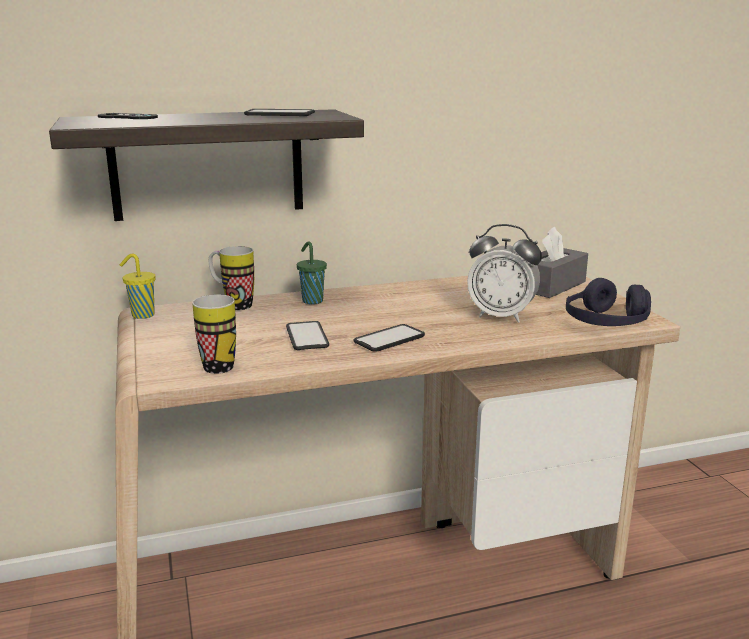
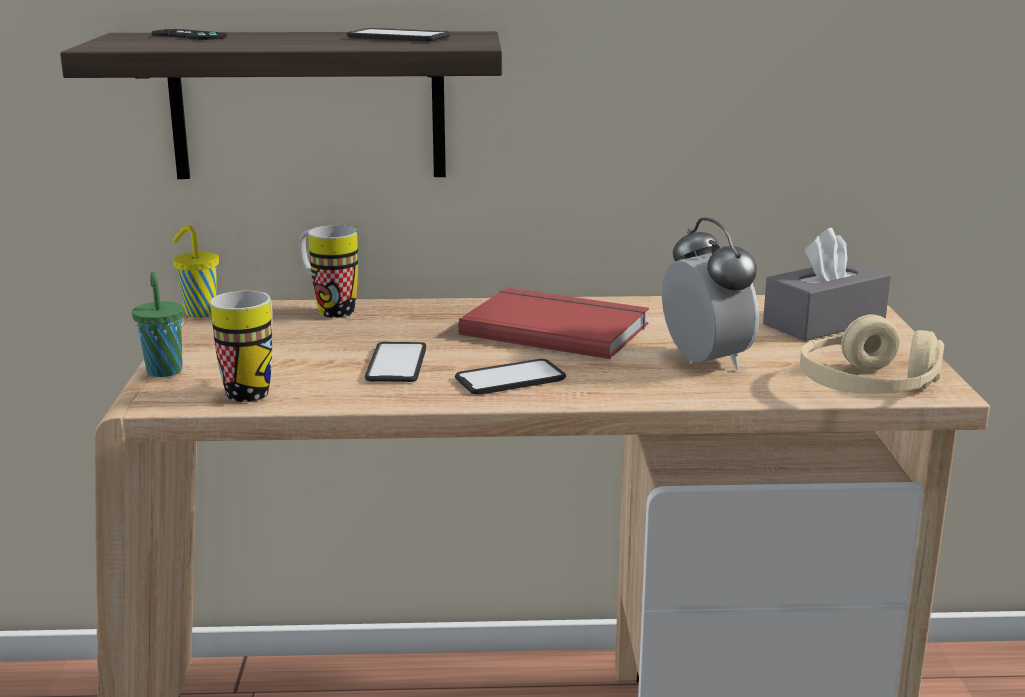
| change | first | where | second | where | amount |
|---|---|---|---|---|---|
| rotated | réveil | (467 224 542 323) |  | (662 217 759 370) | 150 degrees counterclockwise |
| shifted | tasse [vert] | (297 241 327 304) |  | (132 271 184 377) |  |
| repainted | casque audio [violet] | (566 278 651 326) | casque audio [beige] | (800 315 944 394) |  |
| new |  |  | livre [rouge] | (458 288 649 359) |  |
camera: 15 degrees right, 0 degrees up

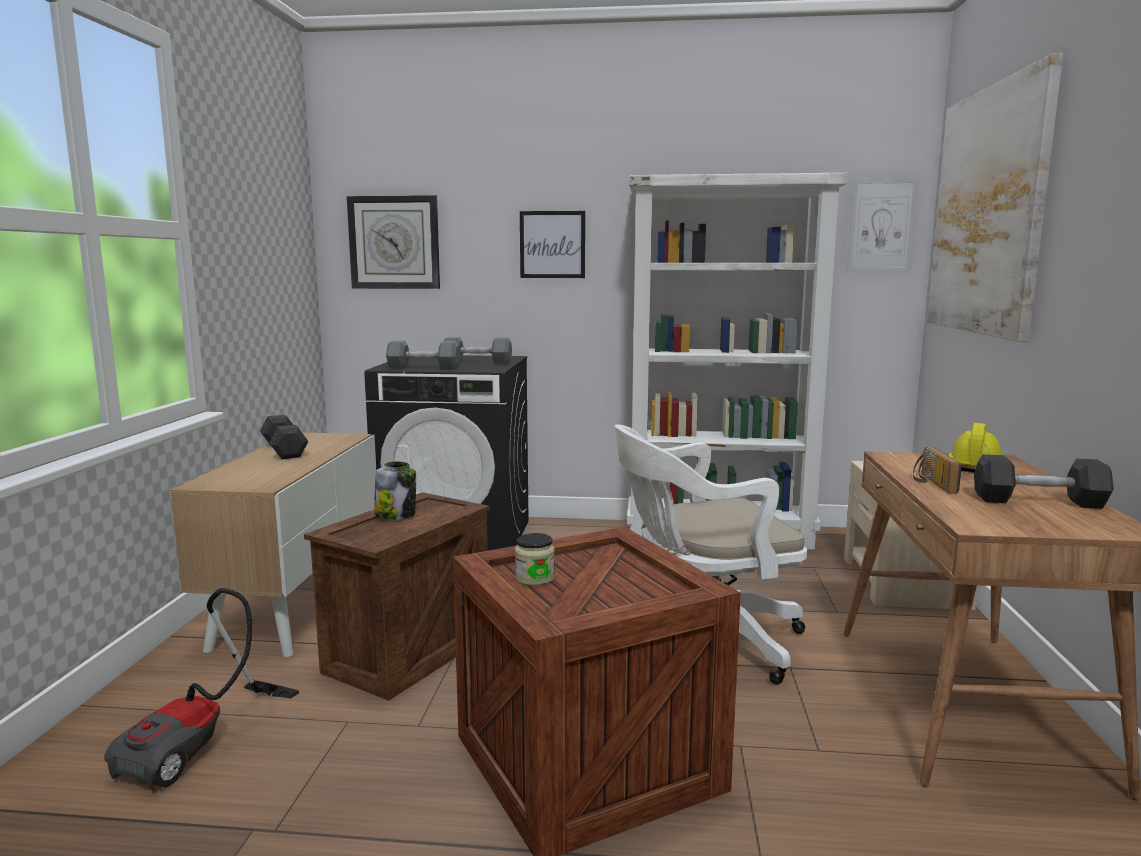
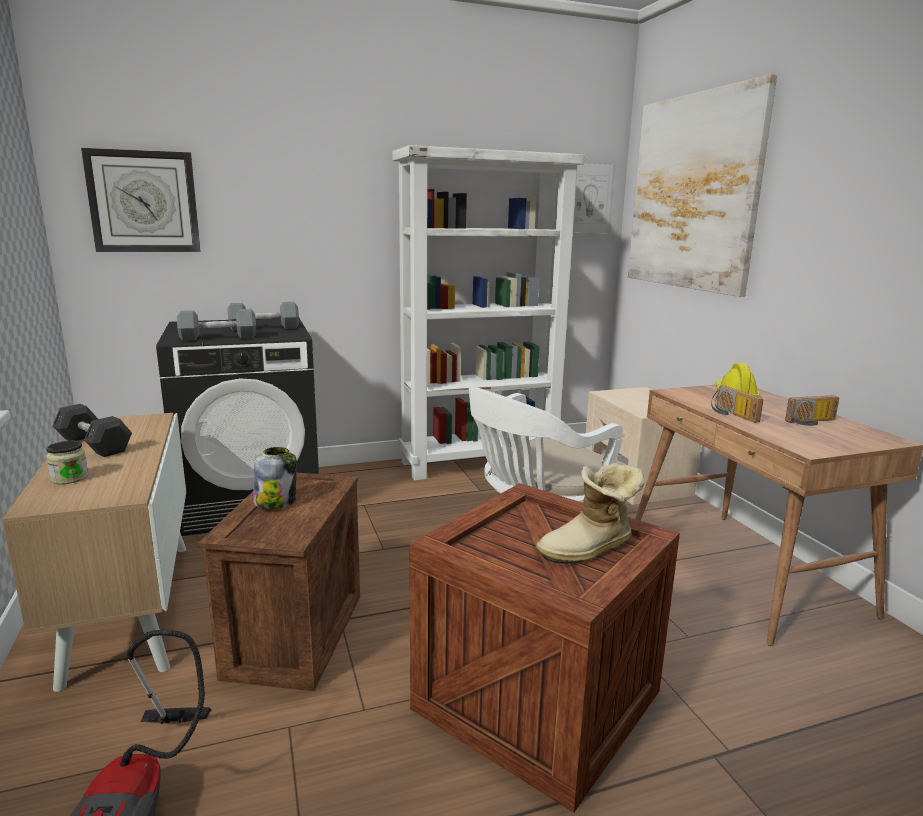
| change | first | where | second | where | amount |
|---|---|---|---|---|---|
| gone | tableau | (520 211 585 278) |  |  |  |
| swapped | haltère [gris] | (974 454 1114 509) | radio | (785 395 839 426) |  |
| shifted | bocal | (515 533 555 586) |  | (46 440 89 484) |  |
| new |  |  | botte | (536 463 644 564) |  |
camera: 25 degrees left, 5 degrees up

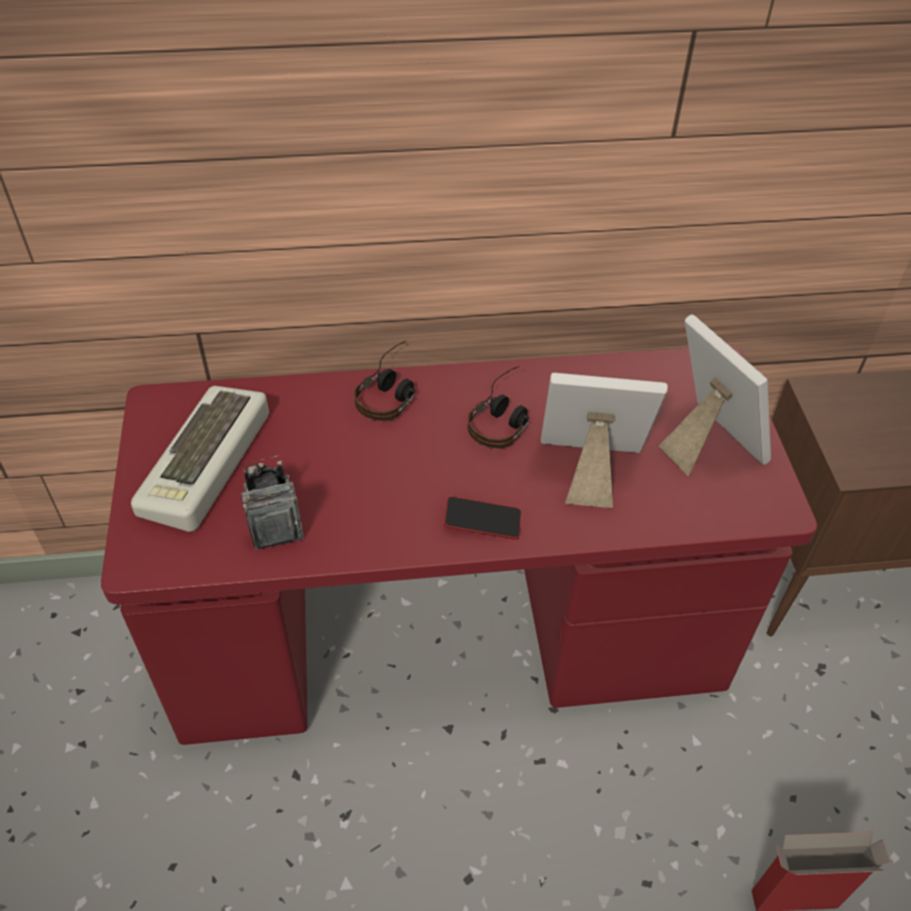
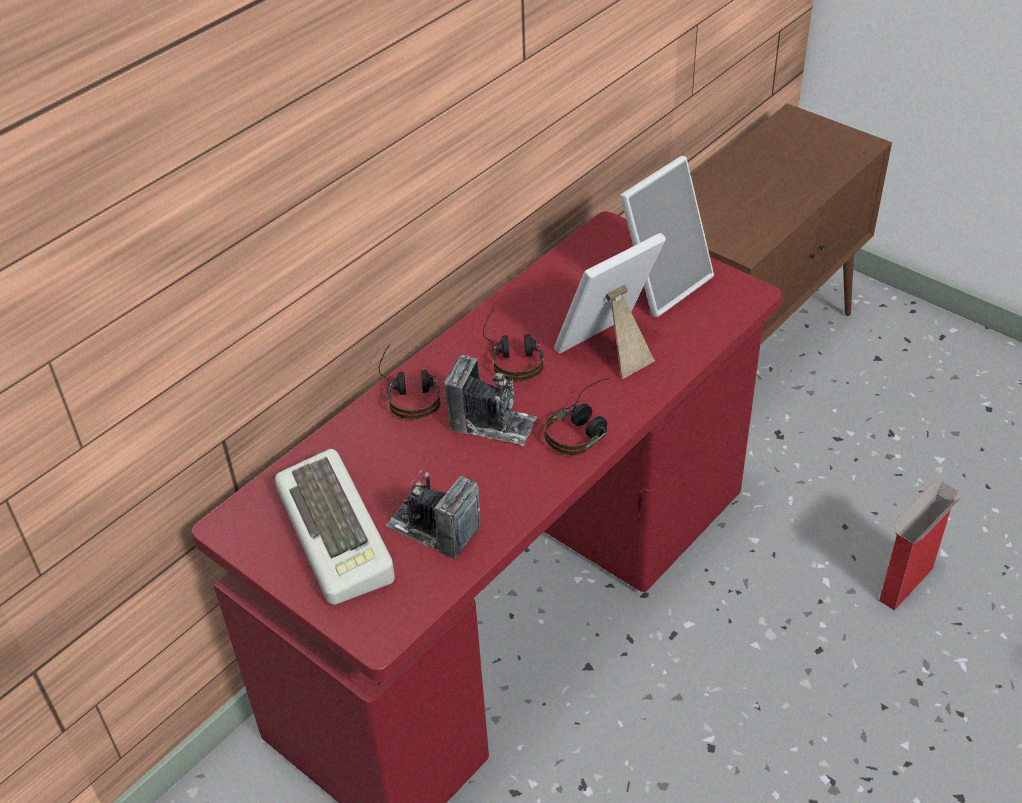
| change | first | where | second | where | amount |
|---|---|---|---|---|---|
| rotated | cadre photo | (659 314 771 476) |  | (620 156 714 317) | 120 degrees clockwise |
| swapped | téléphone | (444 496 521 540) | casque audio | (545 378 609 455) |  |
| new |  |  | appareil photo | (444 355 537 446) |  |
camera: 40 degrees left, 5 degrees down

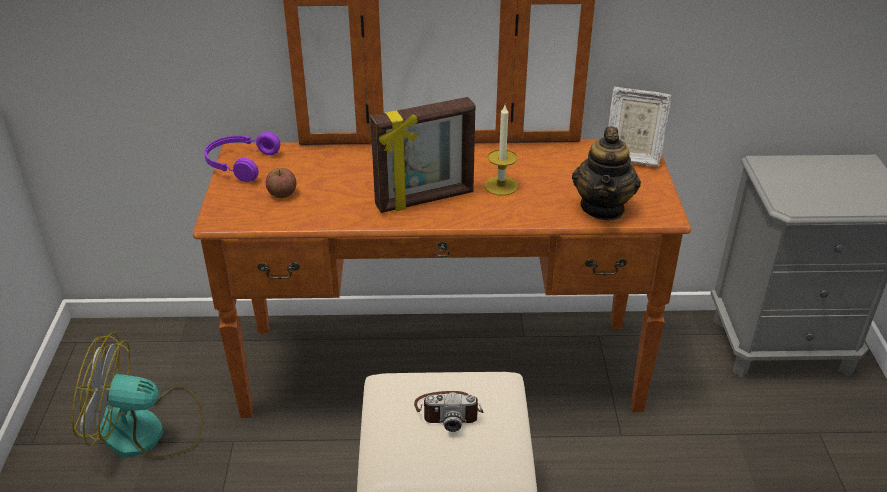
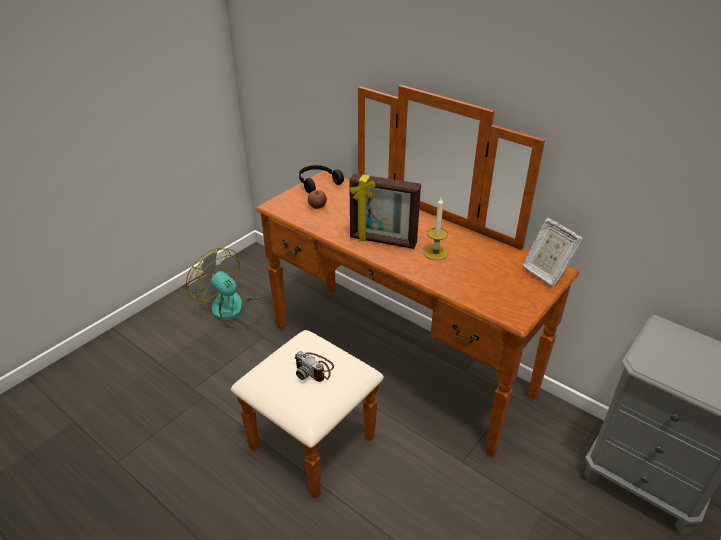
| change | first | where | second | where | amount |
|---|---|---|---|---|---|
| gone | théière | (572 126 641 220) |  |  |  |
| repainted | casque audio [violet] | (204 132 280 182) | casque audio [noir] | (299 165 344 193) |  |
camera: 40 degrees right, 0 degrees up

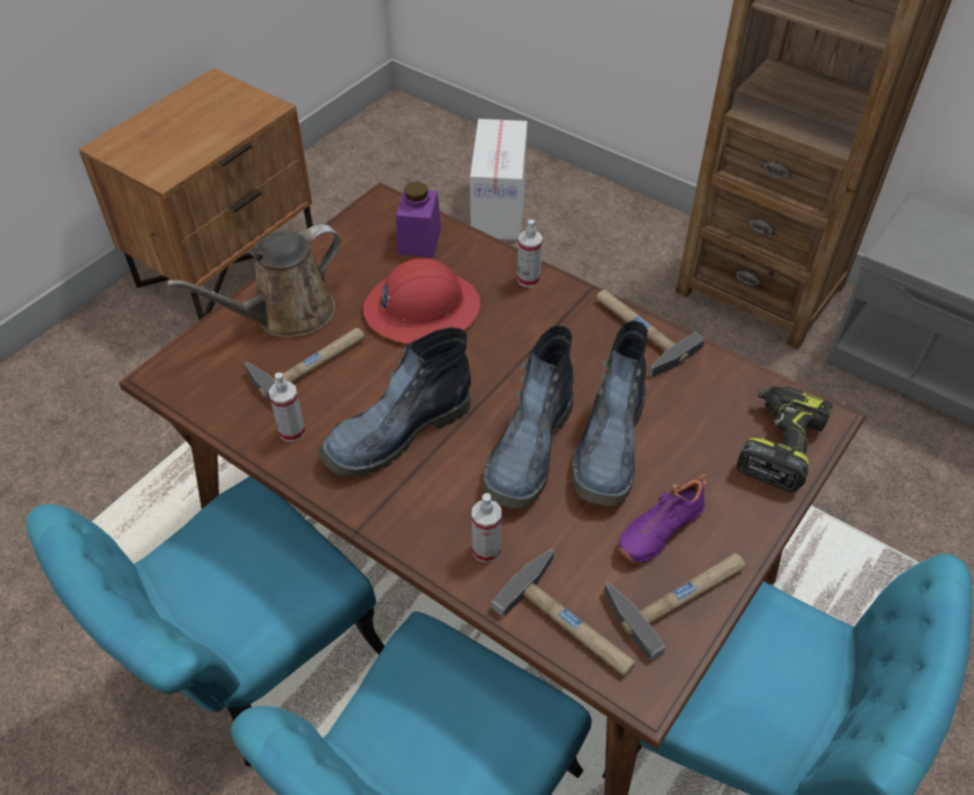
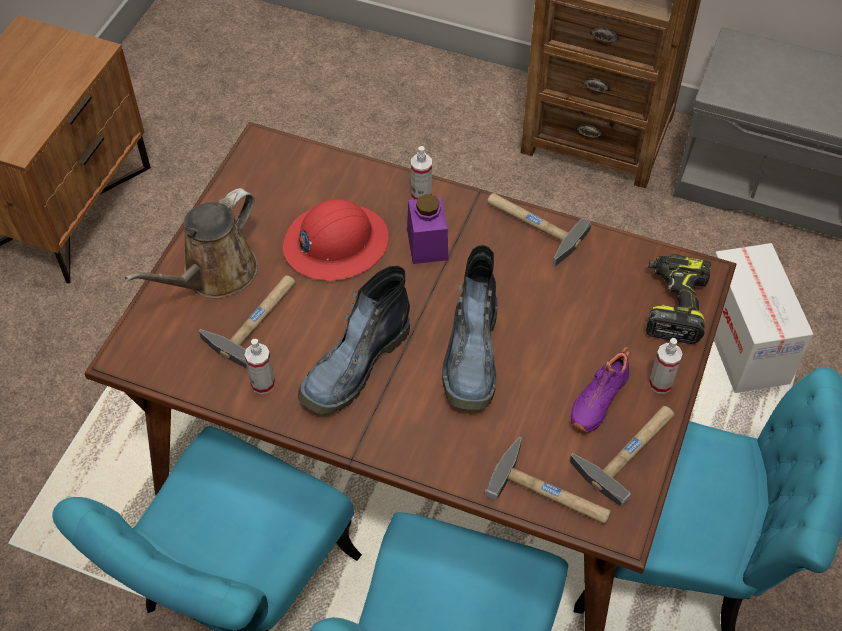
| change | first | where | second | where | amount |
|---|---|---|---|---|---|
| shifted | carton | (470 119 527 240) |  | (714 243 813 393) |  |
| shifted | bocal [violet] | (396 181 441 257) |  | (407 194 448 264) |  |
| gone | botte | (572 321 648 506) |  |  |  |
| shifted | vaporisateur | (472 493 502 563) |  | (649 338 683 394) |  |
camera: 15 degrees left, 5 degrees up

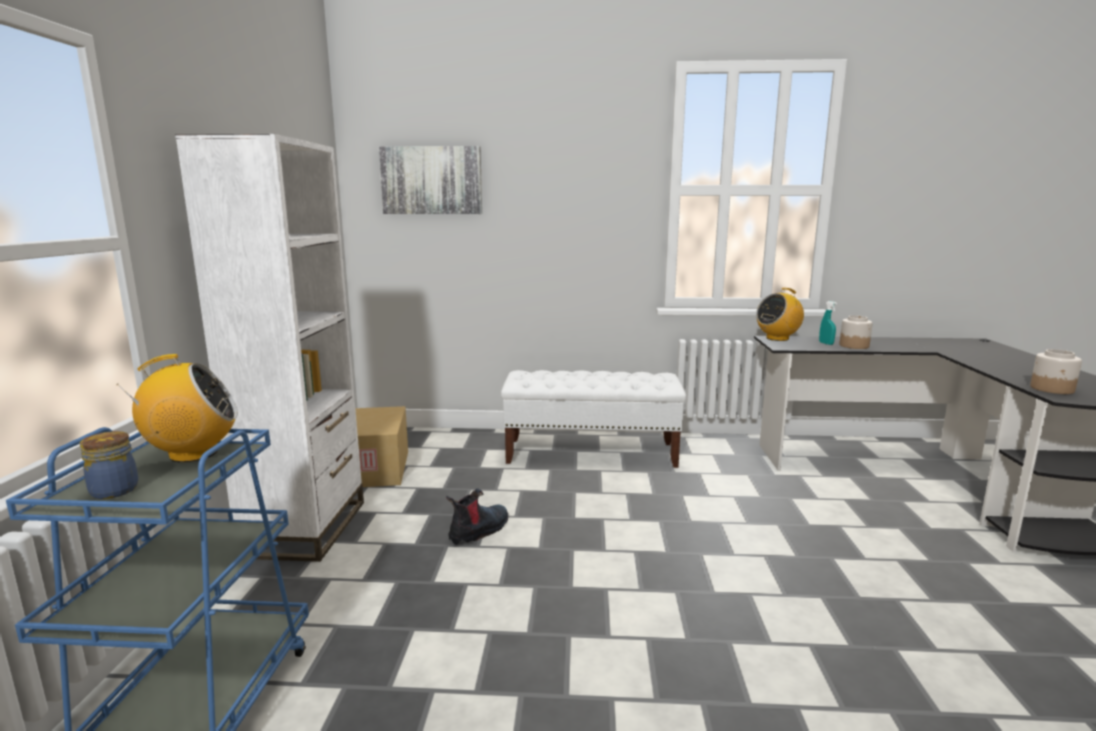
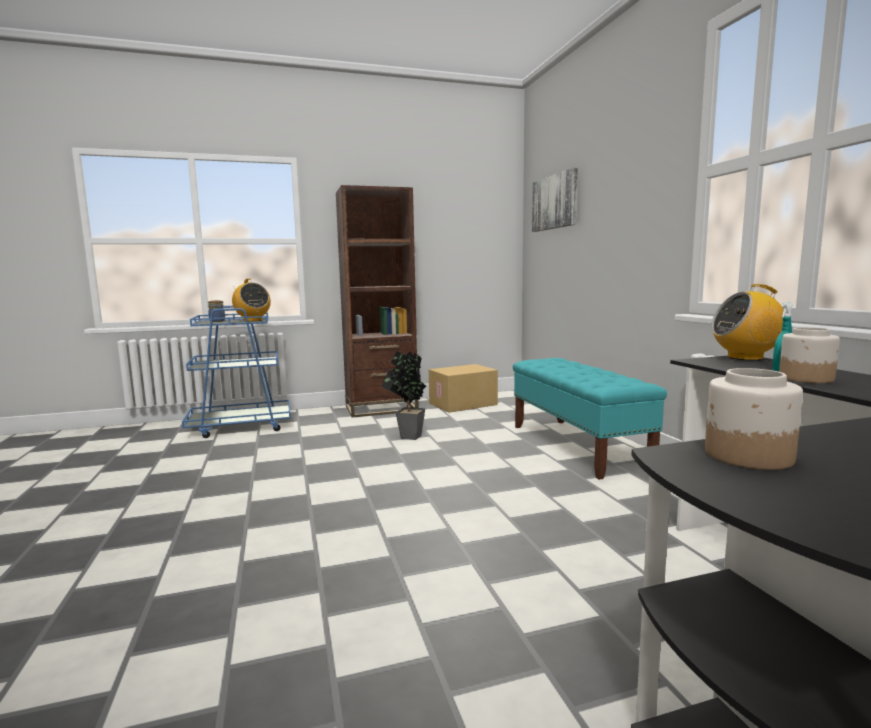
| change | first | where | second | where | amount |
|---|---|---|---|---|---|
| repainted | bibliothèque [blanc] | (175 134 364 562) | bibliothèque [marron] | (336 185 419 417) |  |
| rotated | radio | (756 288 804 341) |  | (711 284 784 361) | 45 degrees counterclockwise |
| repainted | banc [blanc] | (501 370 686 468) | banc [turquoise] | (513 358 667 480) |  |
| swapped | botte | (446 488 508 545) | plante en pot | (381 351 426 440) |  |
camera: 70 degrees right, 5 degrees down

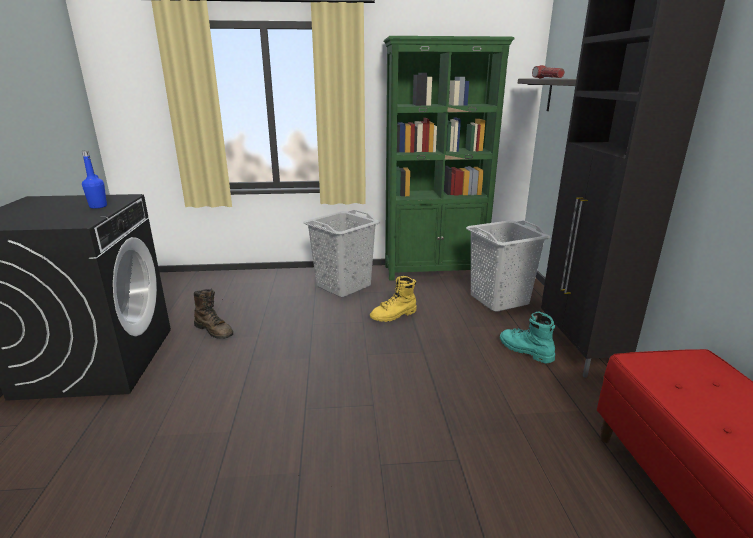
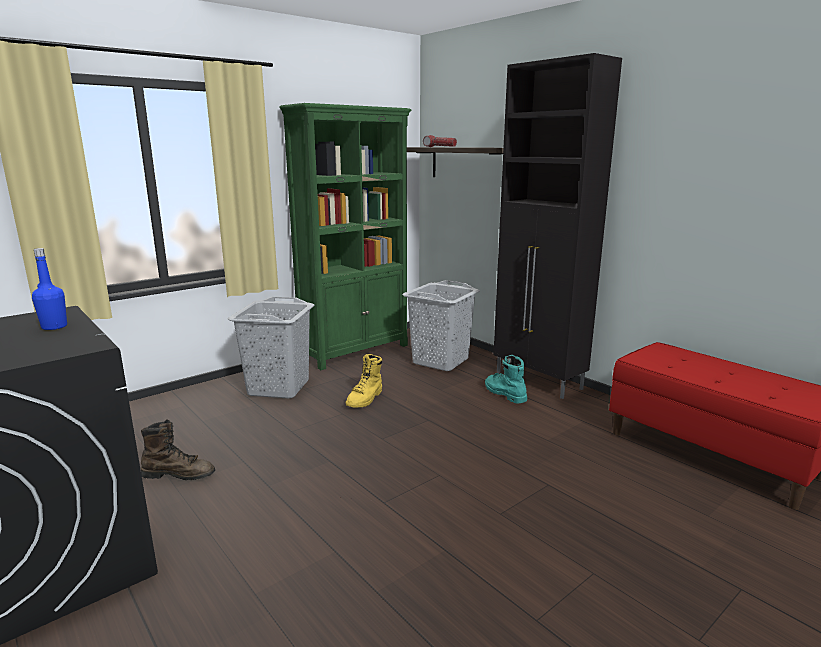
| change | first | where | second | where | amount |
|---|---|---|---|---|---|
| rotated | botte [turquoise] | (500 311 555 363) |  | (485 355 527 404) | 45 degrees clockwise |
camera: 35 degrees left, 5 degrees down

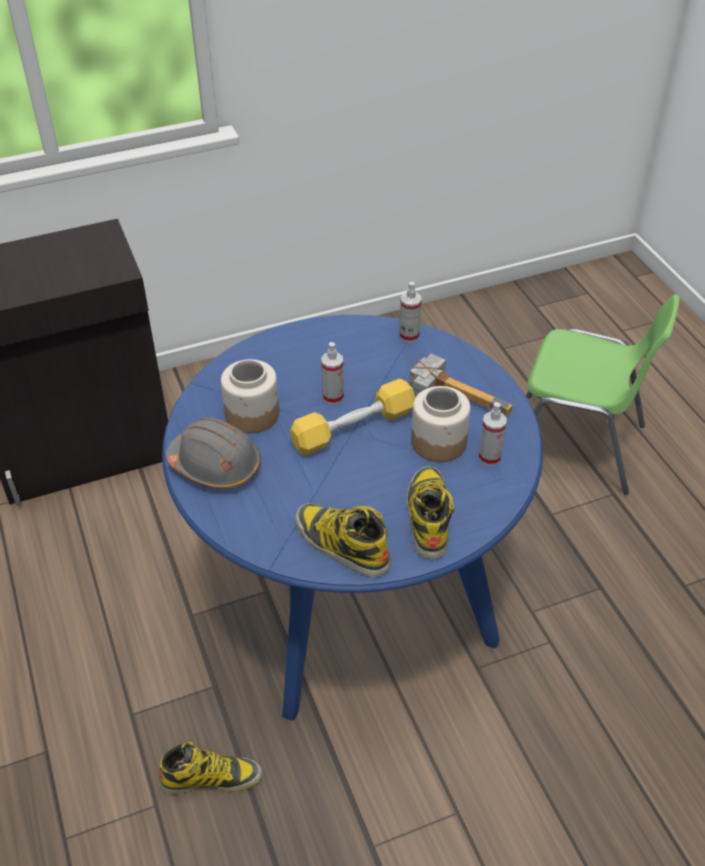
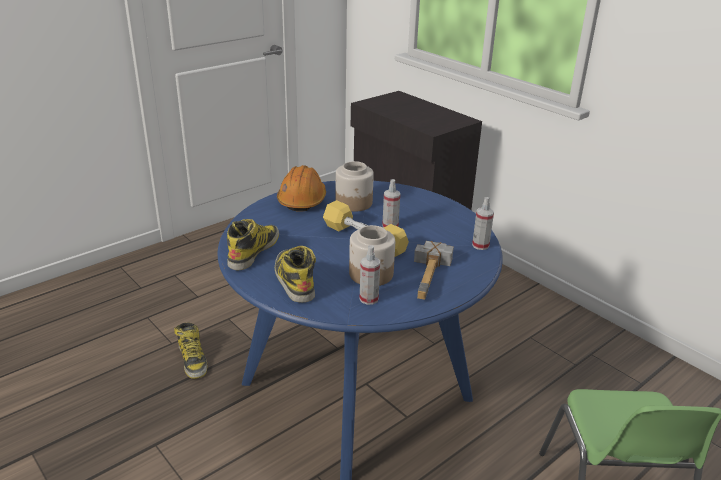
| change | first | where | second | where | amount |
|---|---|---|---|---|---|
| repainted | casque de chantier [gris] | (166 418 261 489) | casque de chantier [orange] | (277 165 326 212) |  |
| rotated | botte | (407 466 455 559) |  | (275 246 316 303) | 90 degrees counterclockwise |
camera: 70 degrees right, 15 degrees down

